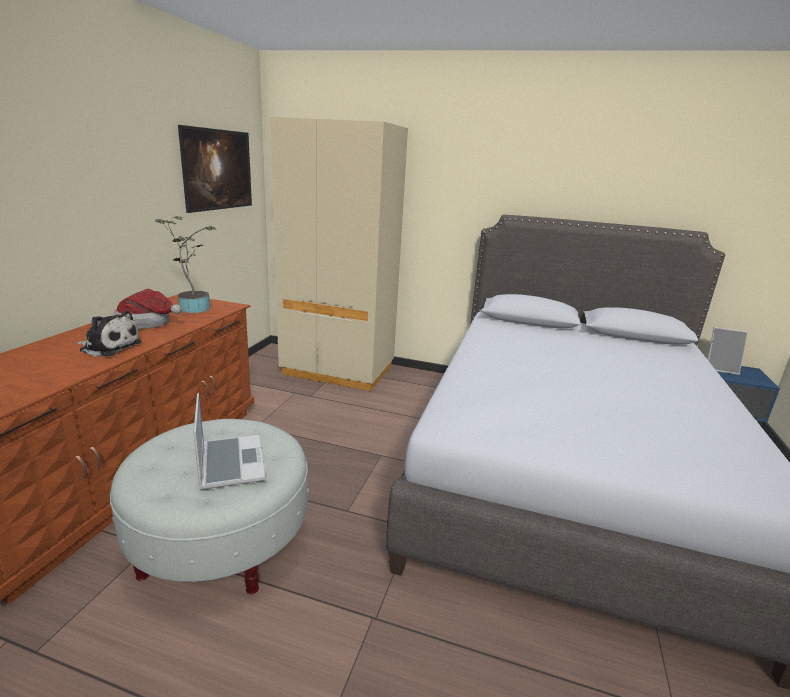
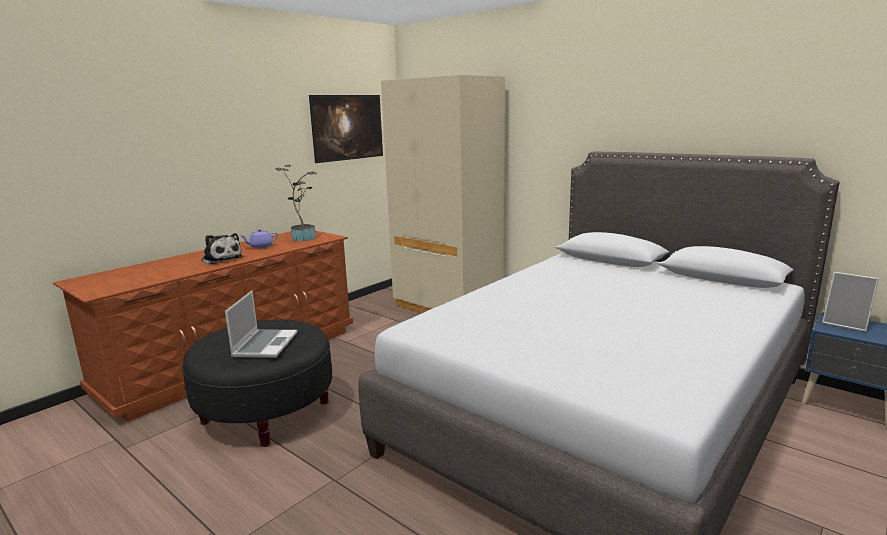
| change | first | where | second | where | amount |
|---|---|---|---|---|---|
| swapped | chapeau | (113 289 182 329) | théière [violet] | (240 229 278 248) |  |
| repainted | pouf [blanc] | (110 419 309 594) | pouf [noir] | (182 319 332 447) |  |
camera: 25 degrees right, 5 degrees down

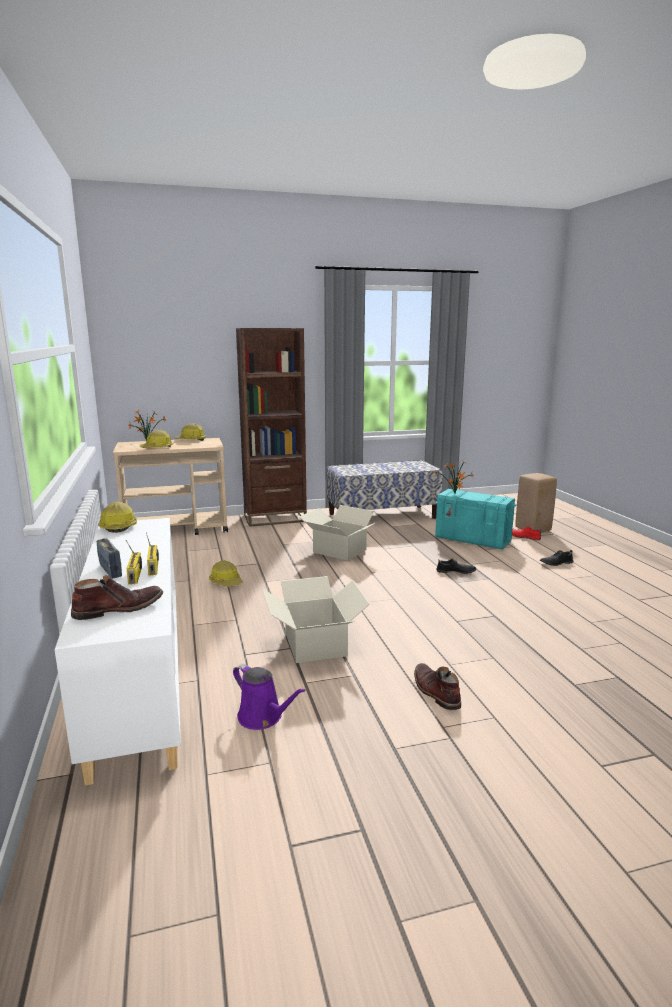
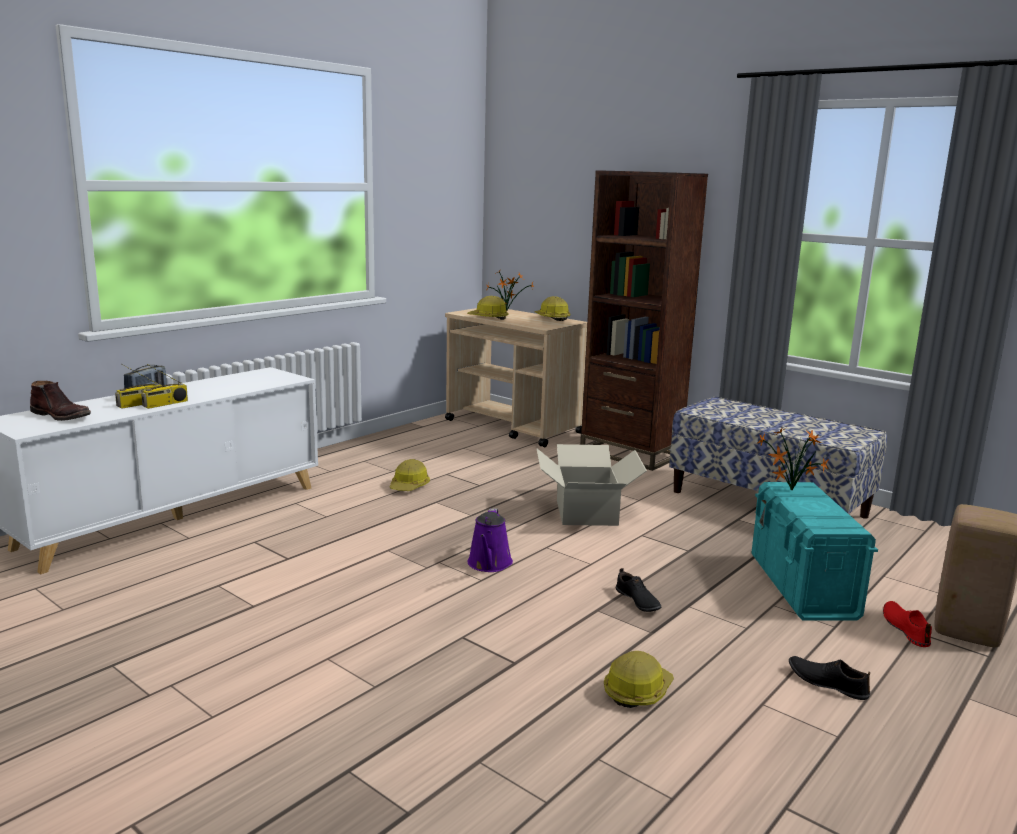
| change | first | where | second | where | amount |
|---|---|---|---|---|---|
| shifted | casque de chantier | (98 502 137 533) |  | (604 651 674 708) |  |
| gone | carton | (263 576 370 663) |  |  |  |
| gone | botte [marron] | (414 663 461 710) |  |  |  |
| shifted | arrosoir [violet] | (233 664 306 730) |  | (468 508 513 572) |  |
camera: 55 degrees right, 0 degrees up

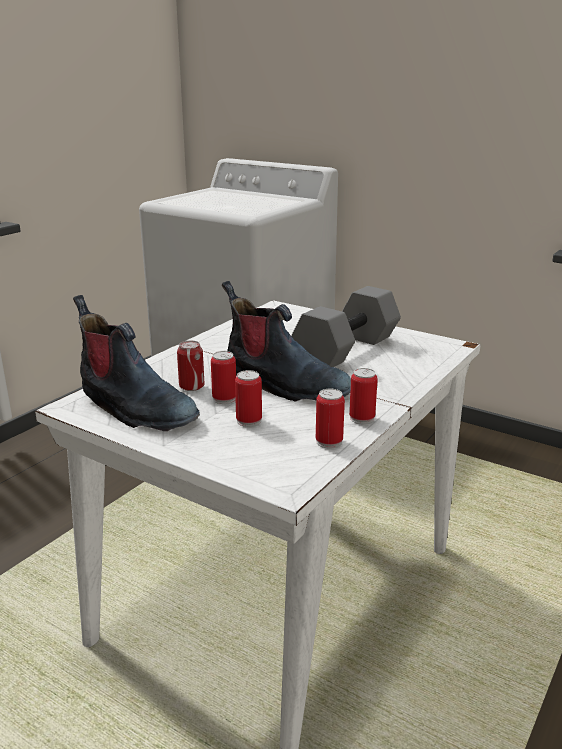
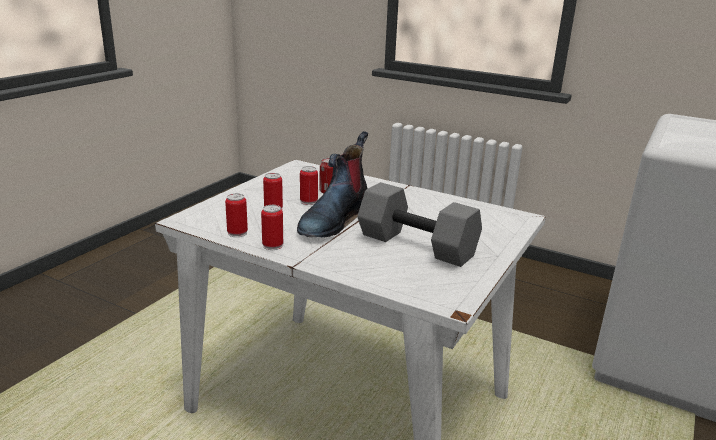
| change | first | where | second | where | amount |
|---|---|---|---|---|---|
| gone | botte | (73 295 200 431) |  |  |  |
camera: 85 degrees right, 0 degrees up

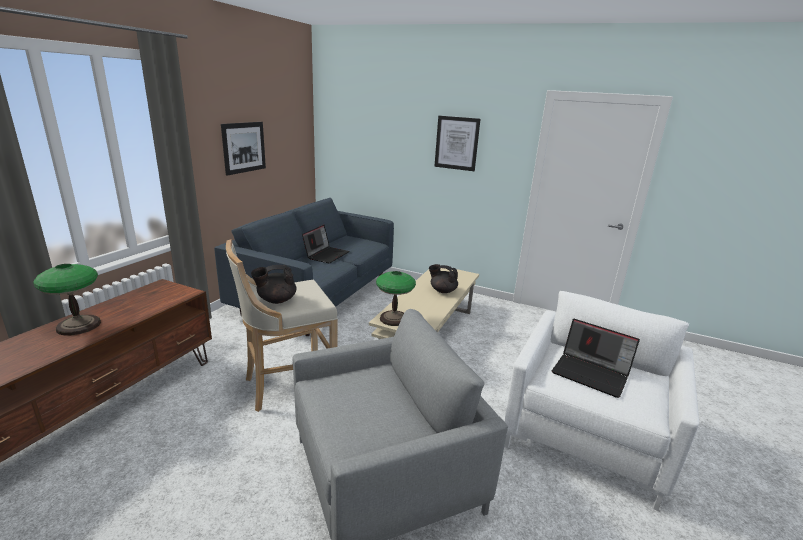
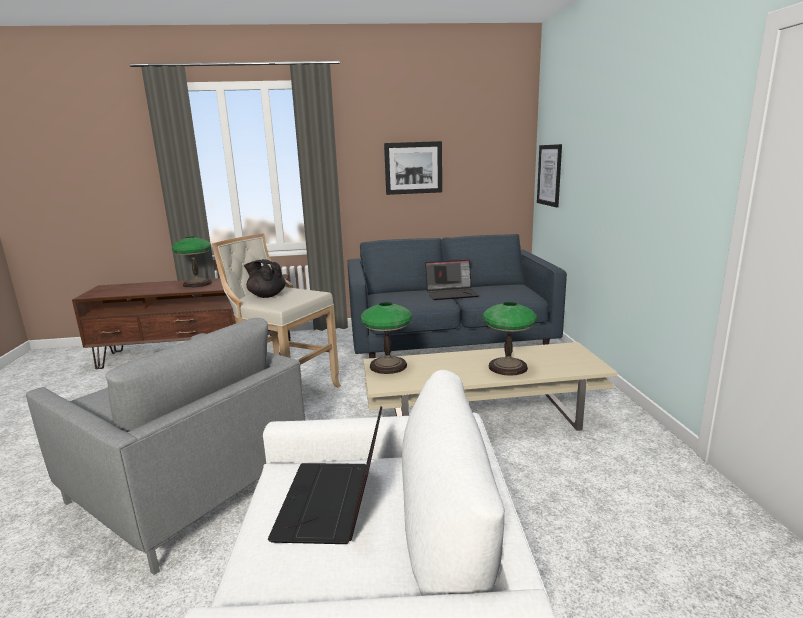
| change | first | where | second | where | amount |
|---|---|---|---|---|---|
| shifted | tableau | (434 116 481 171) |  | (537 144 562 207) |  |
| swapped | théière [noir] | (429 264 458 293) | lampe de table | (483 302 537 376) |  |
camera: 60 degrees right, 5 degrees down

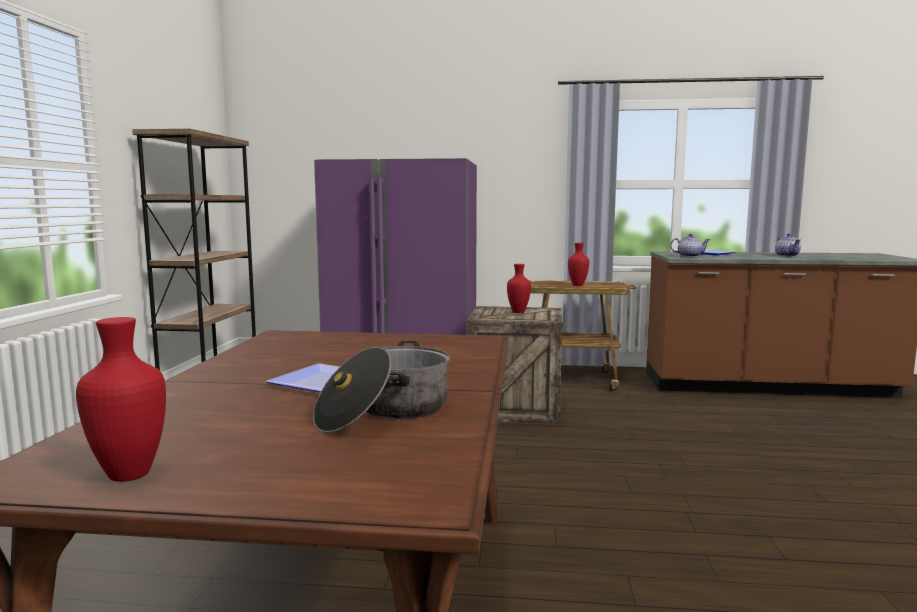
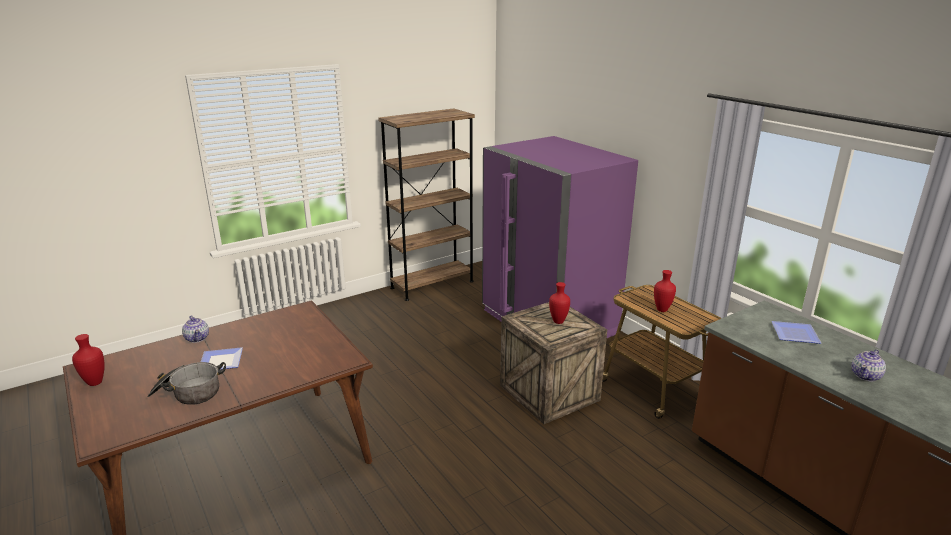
| change | first | where | second | where | amount |
|---|---|---|---|---|---|
| shifted | théière | (670 234 710 257) |  | (182 315 209 343) |  |
camera: 50 degrees right, 15 degrees up

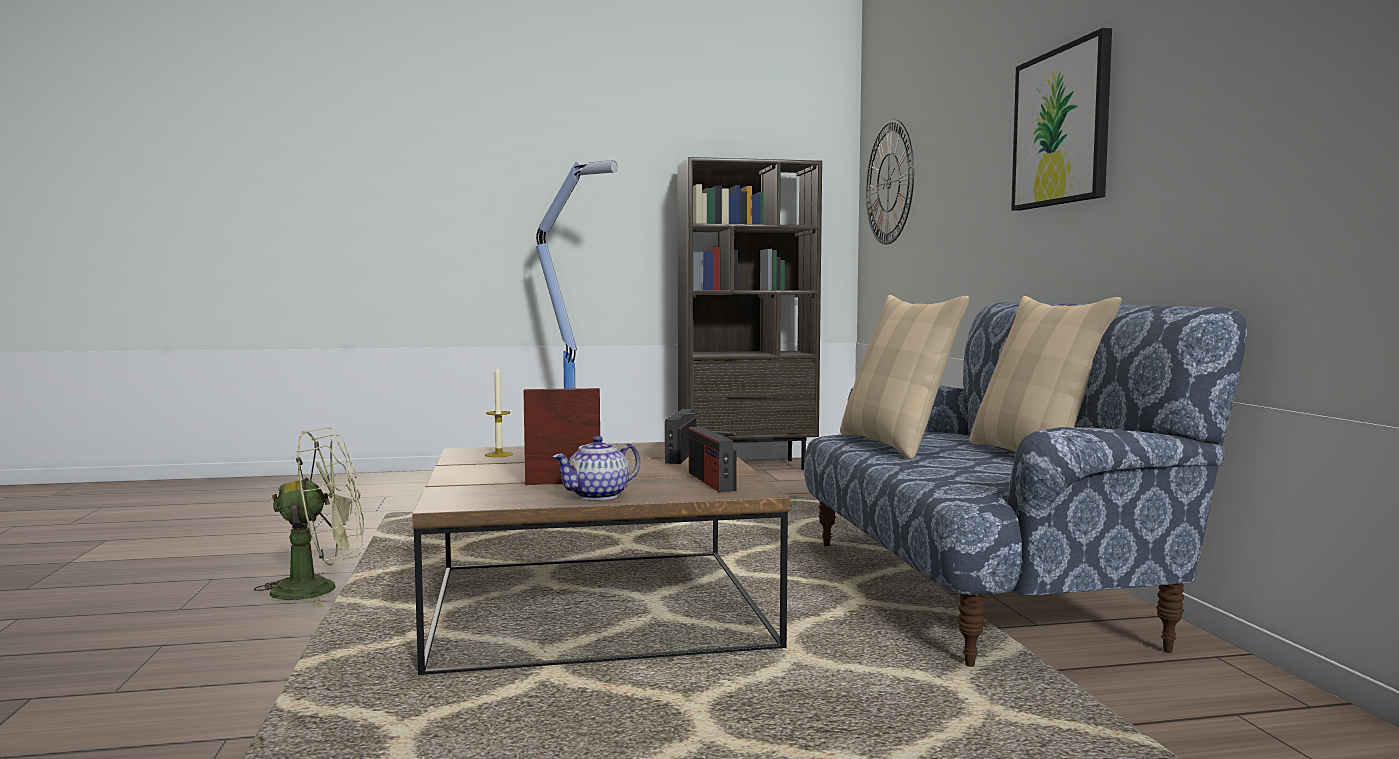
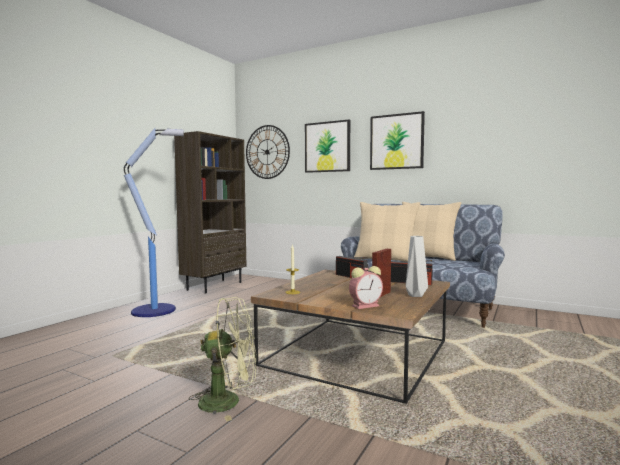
| change | first | where | second | where | amount |
|---|---|---|---|---|---|
| rotated | ventilateur [vert] | (254 427 364 606) |  | (189 297 256 421) | 60 degrees clockwise |
| swapped | théière | (553 436 641 500) | vase [gris] | (406 236 428 297) |  |
| new |  |  | tableau | (305 120 350 173) |  |
| new |  |  | réveil | (349 266 383 309) |  |
camera: 50 degrees left, 0 degrees up

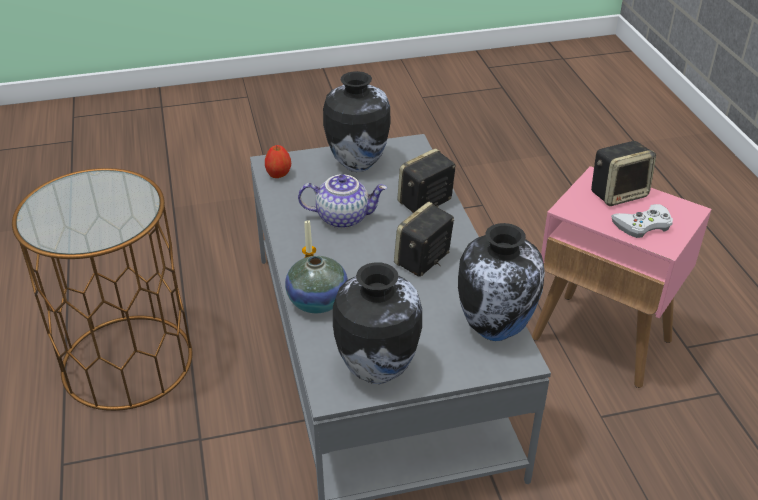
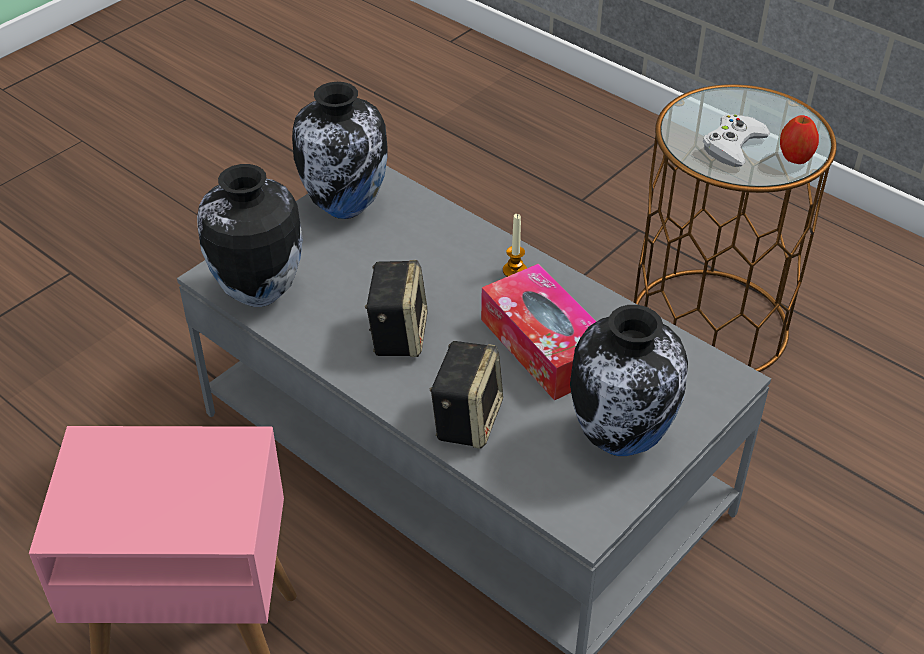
| change | first | where | second | where | amount |
|---|---|---|---|---|---|
| gone | enceinte | (591 141 656 206) |  |  |  |
| shifted | pomme | (265 145 291 178) |  | (780 115 819 164) |  |
| swapped | théière | (298 174 387 229) | boîte à mouchoirs | (481 263 597 400) |  |
| shifted | manette [blanc] | (611 204 673 238) |  | (703 115 770 167) |  |
| gone | vase | (285 256 348 313) |  |  |  |
camera: 145 degrees right, 5 degrees up

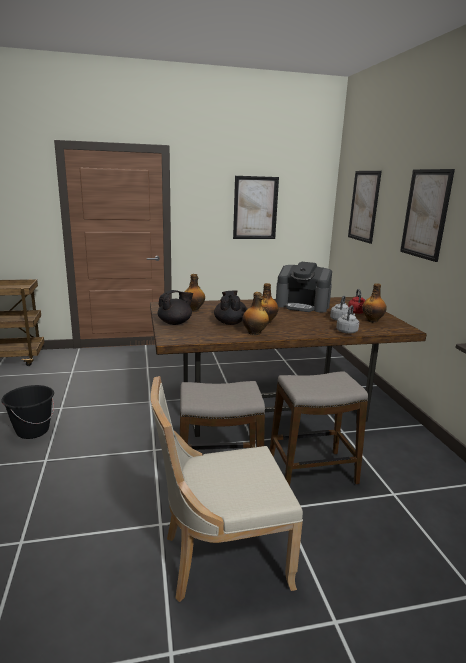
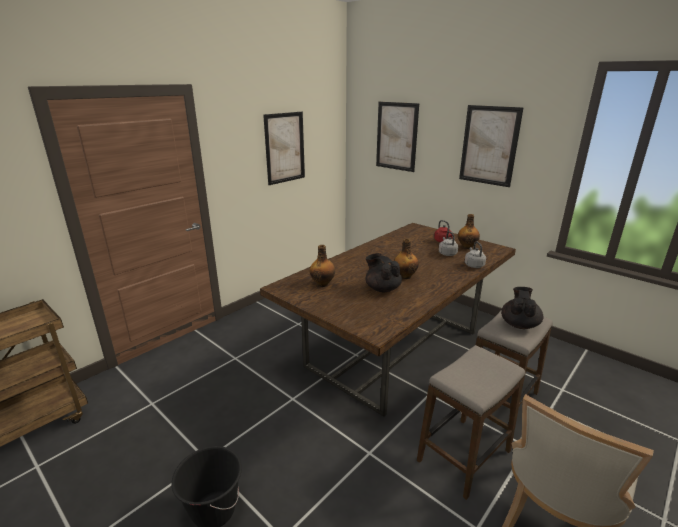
| change | first | where | second | where | amount |
|---|---|---|---|---|---|
| gone | machine à café | (276 262 332 313) |  |  |  |
| shifted | théière [noir] | (158 290 193 325) |  | (501 287 543 329) |  |
| gone | bouteille | (242 292 269 335) |  |  |  |
camera: 35 degrees left, 5 degrees up

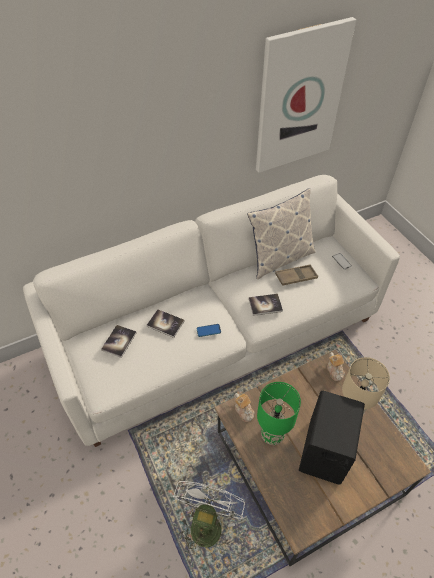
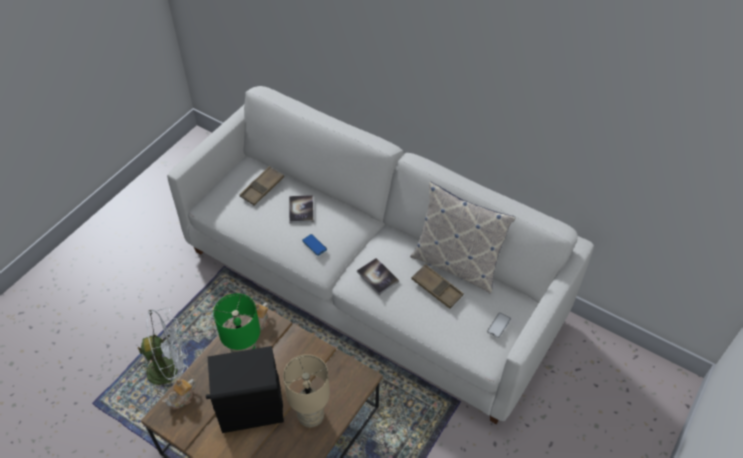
| change | first | where | second | where | amount |
|---|---|---|---|---|---|
| gone | tableau | (256 17 356 173) |  |  |  |
| swapped | livre | (101 325 137 358) | plateau [marron] | (240 166 284 206) |  |
| shifted | théière | (327 352 345 381) |  | (162 379 196 409) |  |
camera: 60 degrees right, 0 degrees up

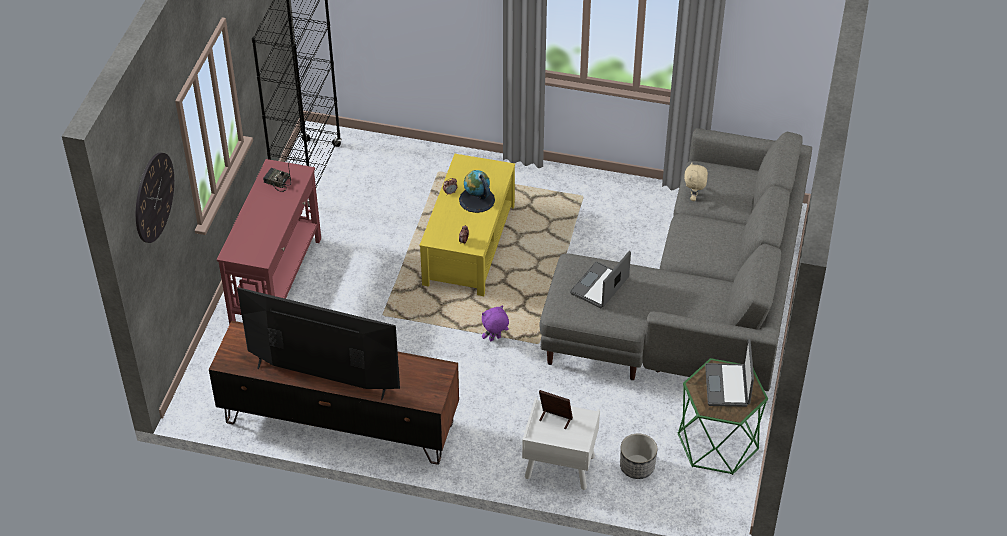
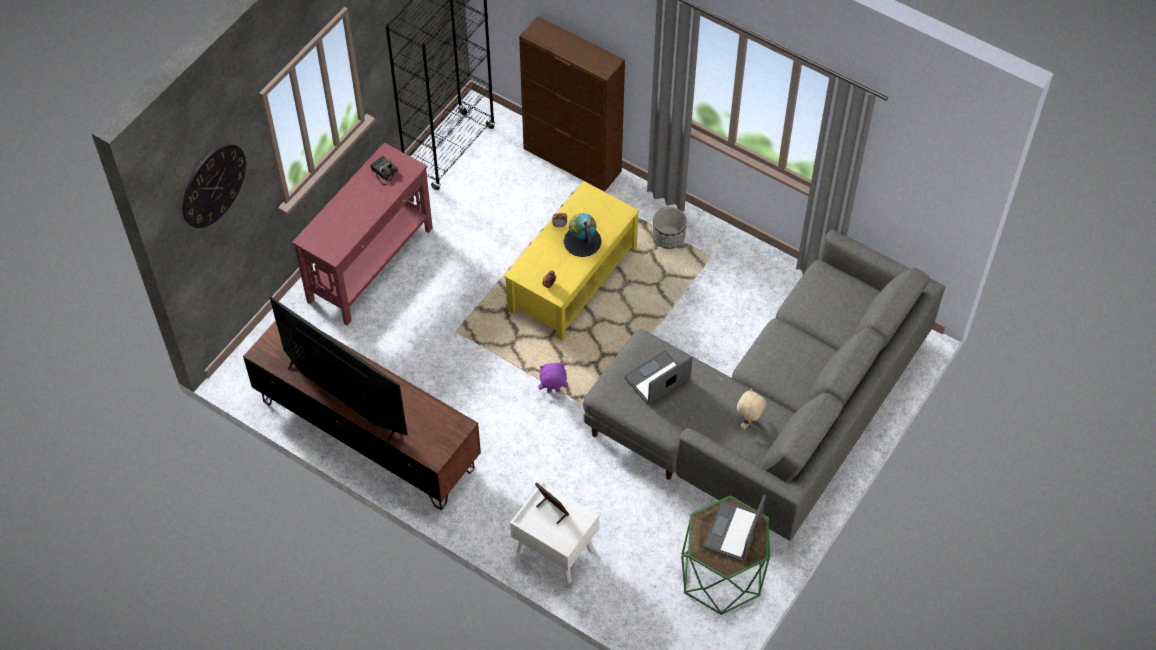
| change | first | where | second | where | amount |
|---|---|---|---|---|---|
| shifted | peluche [beige] | (684 162 708 201) |  | (737 388 766 430) |  |
| shifted | cache-pot | (620 434 657 479) |  | (653 207 687 249) |  |
| new |  |  | meuble de rangement [marron] | (519 16 625 192) |  |
camera: 20 degrees right, 10 degrees up

